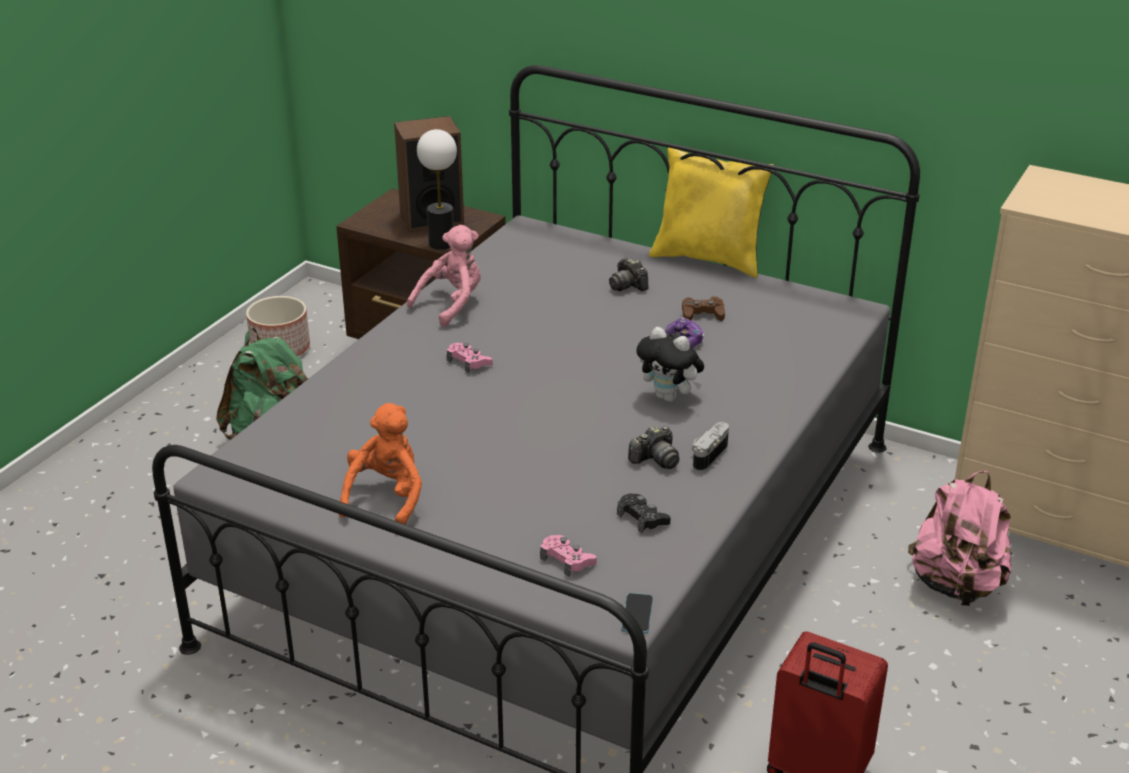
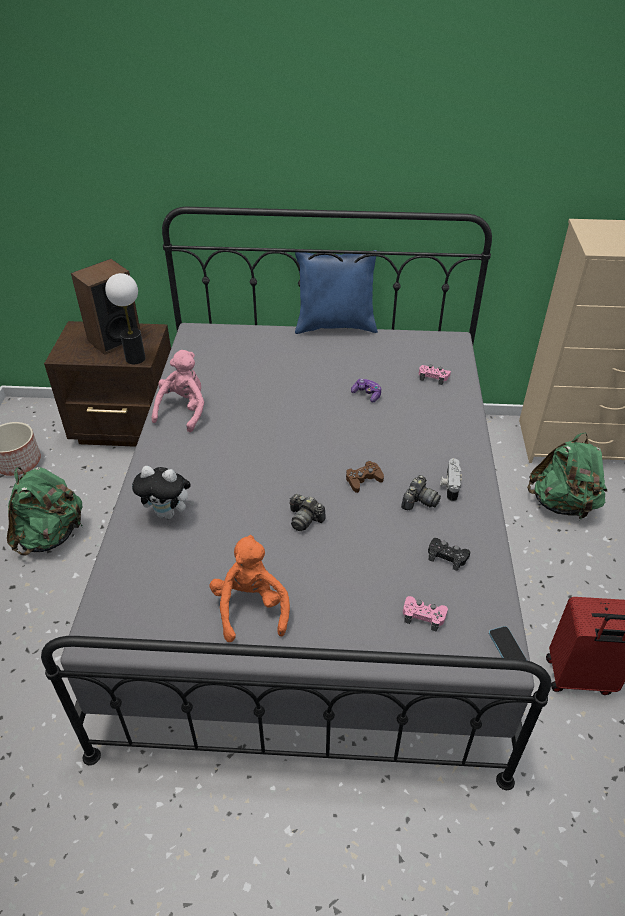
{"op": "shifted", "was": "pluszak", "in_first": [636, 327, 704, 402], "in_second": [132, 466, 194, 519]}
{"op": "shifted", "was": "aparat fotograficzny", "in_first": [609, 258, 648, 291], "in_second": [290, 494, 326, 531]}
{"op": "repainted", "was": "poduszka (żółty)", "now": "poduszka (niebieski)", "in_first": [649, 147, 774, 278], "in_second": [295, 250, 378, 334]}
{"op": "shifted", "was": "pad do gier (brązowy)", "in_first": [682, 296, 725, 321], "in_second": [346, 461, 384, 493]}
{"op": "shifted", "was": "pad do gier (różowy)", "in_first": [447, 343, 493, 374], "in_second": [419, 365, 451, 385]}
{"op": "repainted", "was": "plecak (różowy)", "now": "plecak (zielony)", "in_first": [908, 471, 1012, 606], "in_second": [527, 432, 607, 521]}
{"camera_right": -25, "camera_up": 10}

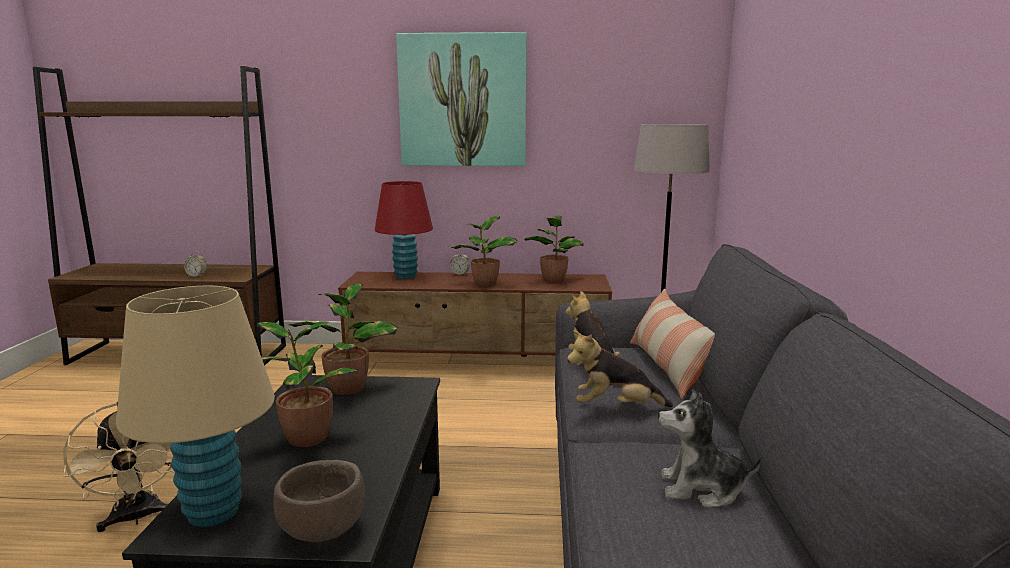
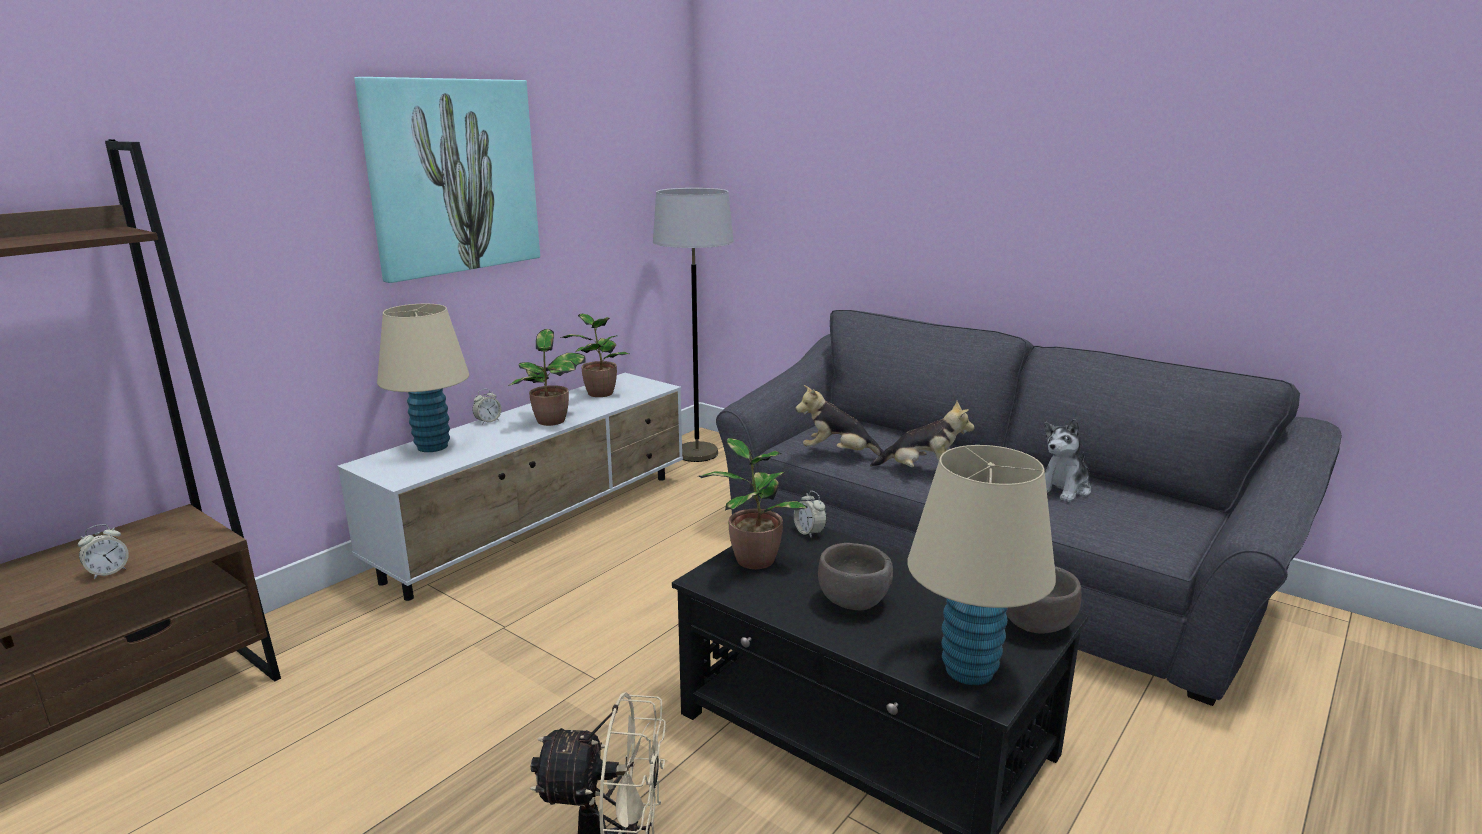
{"op": "repainted", "was": "szafka pod telewizor (brązowy)", "now": "szafka pod telewizor (biały)", "in_first": [338, 272, 612, 357], "in_second": [337, 373, 683, 601]}
{"op": "repainted", "was": "lampa stołowa (czerwony)", "now": "lampa stołowa (beżowy)", "in_first": [375, 181, 433, 279], "in_second": [377, 304, 469, 452]}
{"op": "new", "now": "budzik", "in_second": [794, 491, 827, 539]}
{"op": "swapped", "was": "roślina doniczkowa", "now": "miska (brązowy)", "in_first": [257, 321, 359, 447], "in_second": [818, 543, 893, 610]}
{"op": "rotated", "was": "pluszak", "in_first": [567, 330, 673, 407], "in_second": [870, 401, 974, 467], "clockwise": -105}
{"op": "gone", "was": "poduszka", "in_first": [630, 289, 715, 399]}
{"camera_right": -55, "camera_up": 5}

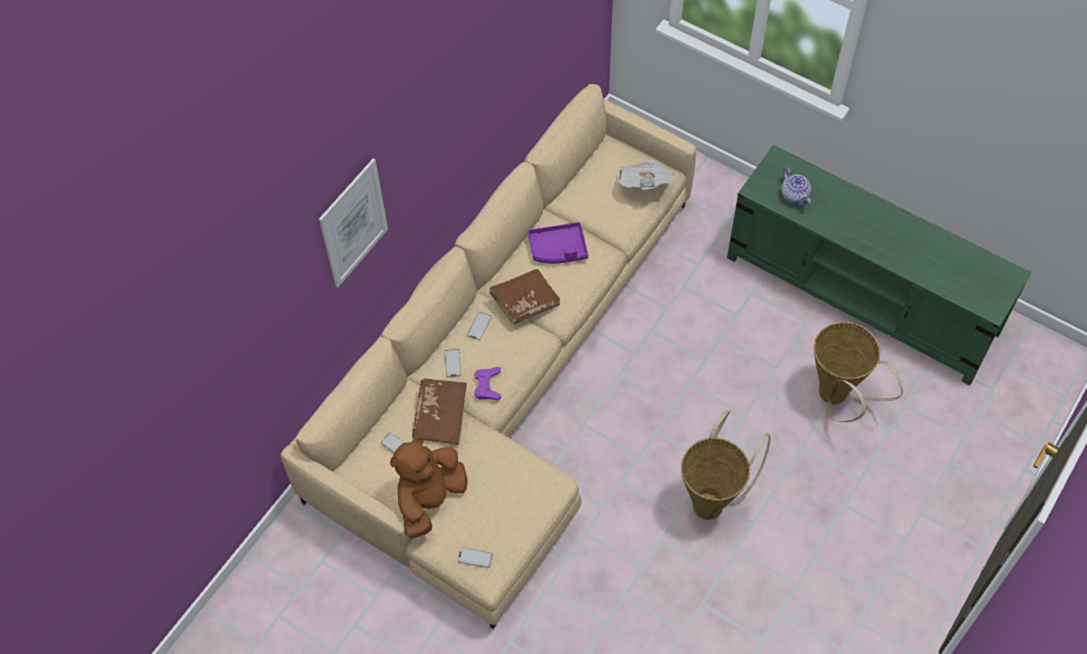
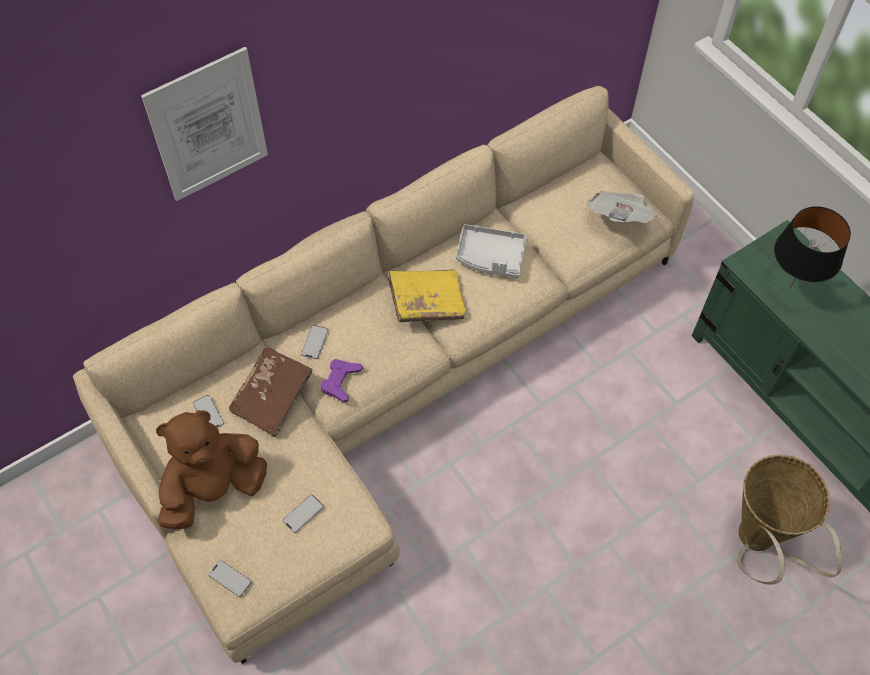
{"op": "shifted", "was": "telefon", "in_first": [467, 312, 492, 340], "in_second": [283, 494, 324, 533]}
{"op": "repainted", "was": "książka (brązowy)", "now": "książka (żółty)", "in_first": [489, 269, 560, 324], "in_second": [388, 270, 466, 322]}
{"op": "repainted", "was": "taca (fioletowy)", "now": "taca (szary)", "in_first": [528, 222, 588, 264], "in_second": [456, 224, 527, 278]}
{"op": "swapped", "was": "imbryk", "now": "lampa stołowa (czarny)", "in_first": [781, 167, 811, 206], "in_second": [774, 206, 851, 288]}
{"op": "gone", "was": "koszyk", "in_first": [681, 410, 770, 520]}
{"camera_right": 20, "camera_up": 0}

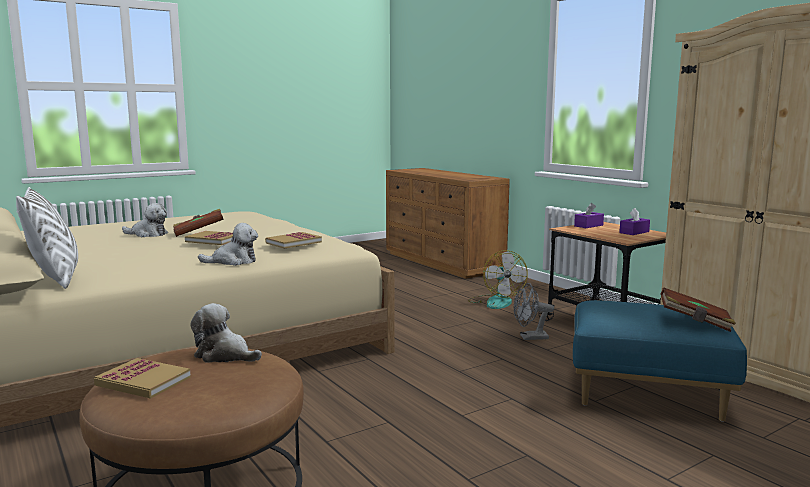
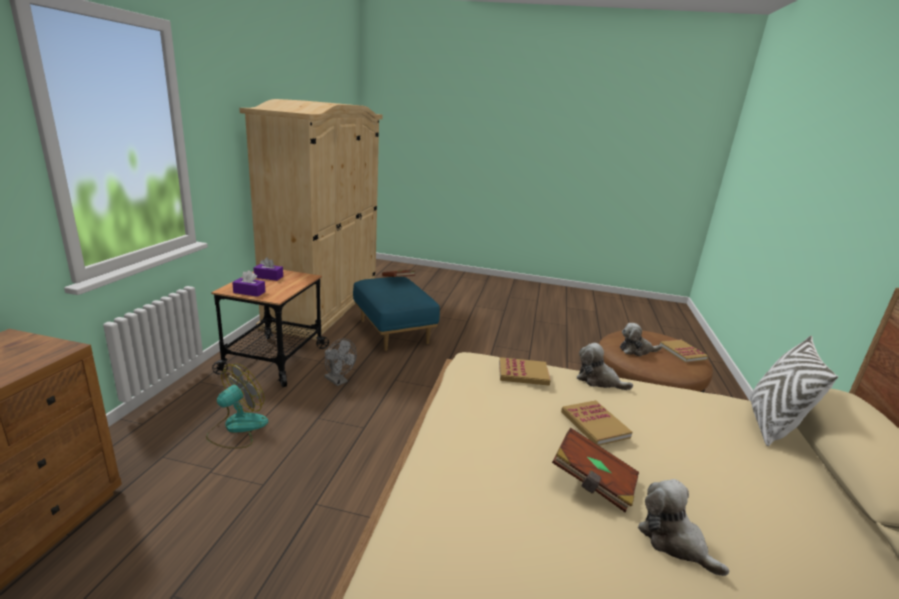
{"op": "rotated", "was": "pluszak", "in_first": [190, 303, 262, 363], "in_second": [620, 323, 662, 356], "clockwise": 105}
{"camera_right": -135, "camera_up": 10}

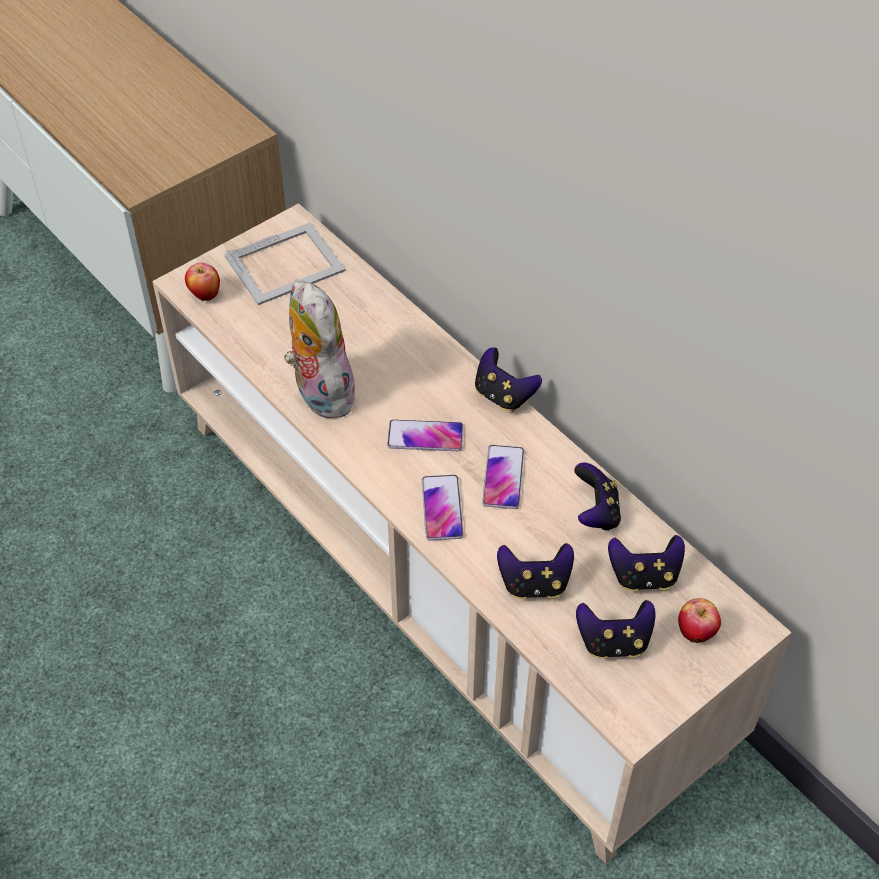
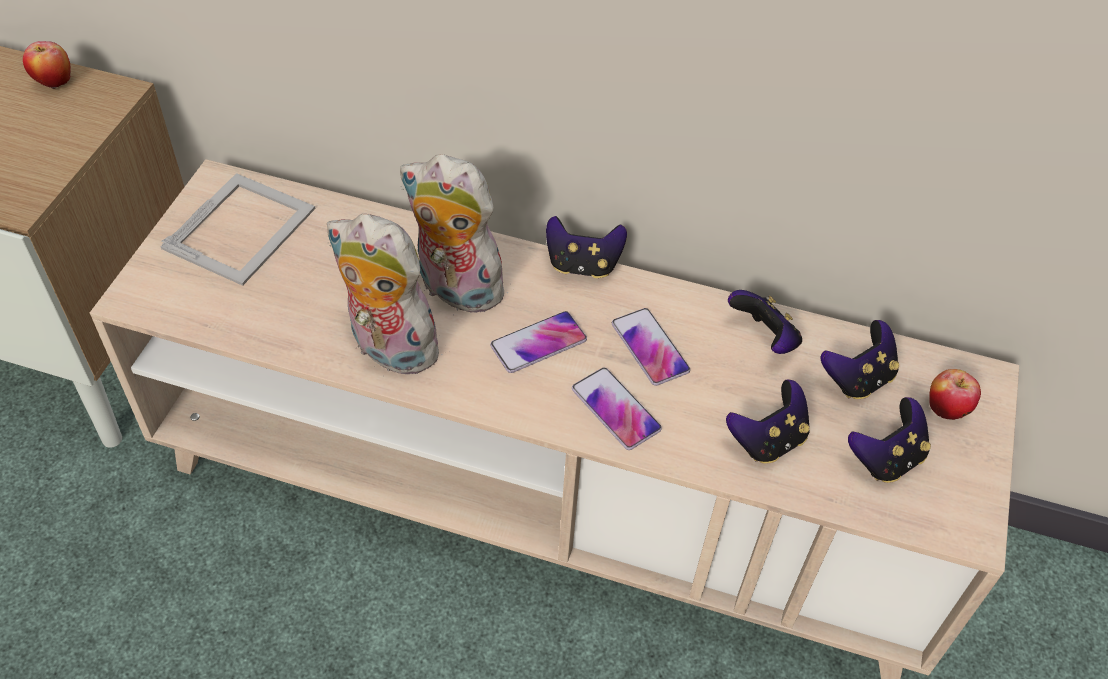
{"op": "shifted", "was": "jabłko", "in_first": [185, 262, 220, 301], "in_second": [23, 41, 70, 89]}
{"op": "new", "now": "pluszak", "in_second": [400, 154, 511, 315]}
{"camera_right": -35, "camera_up": 0}

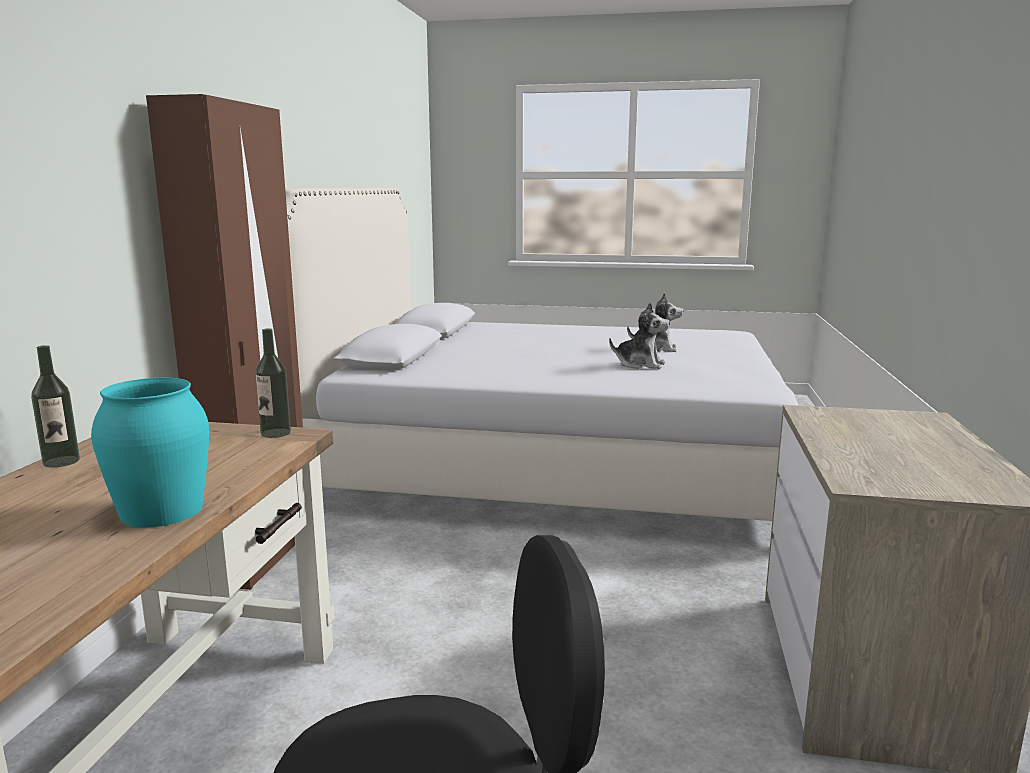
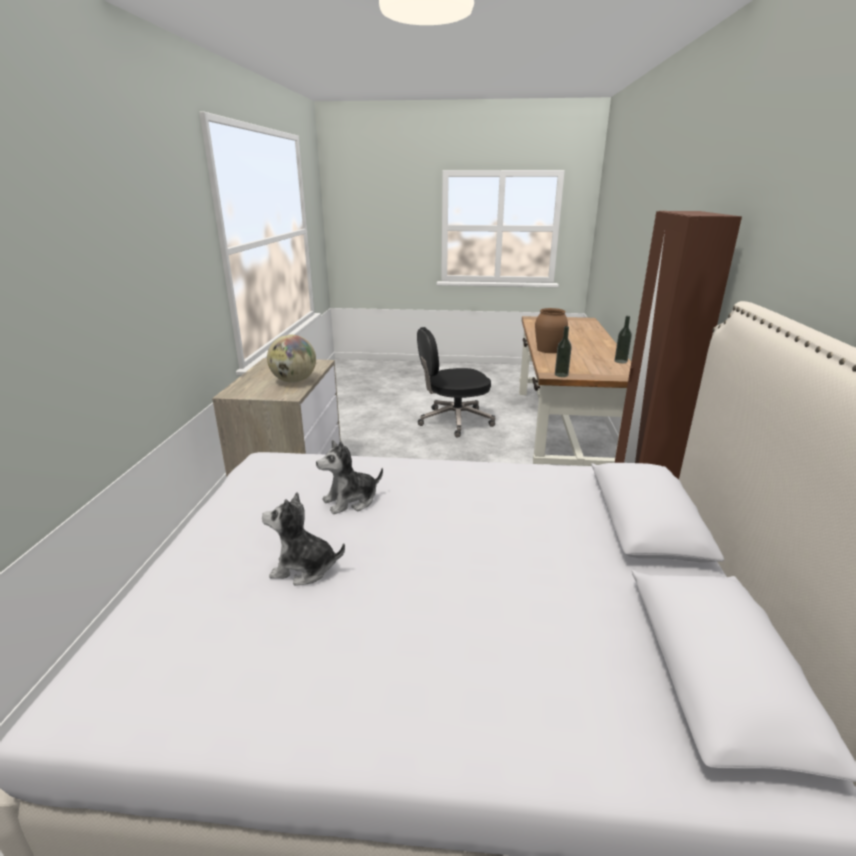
{"op": "new", "now": "globus", "in_second": [267, 335, 316, 383]}
{"op": "rotated", "was": "pluszak", "in_first": [609, 302, 670, 369], "in_second": [316, 440, 383, 514], "clockwise": -45}
{"op": "repainted", "was": "wazon (turkusowy)", "now": "wazon (brązowy)", "in_first": [91, 378, 209, 528], "in_second": [535, 308, 568, 353]}
{"camera_right": 175, "camera_up": 10}

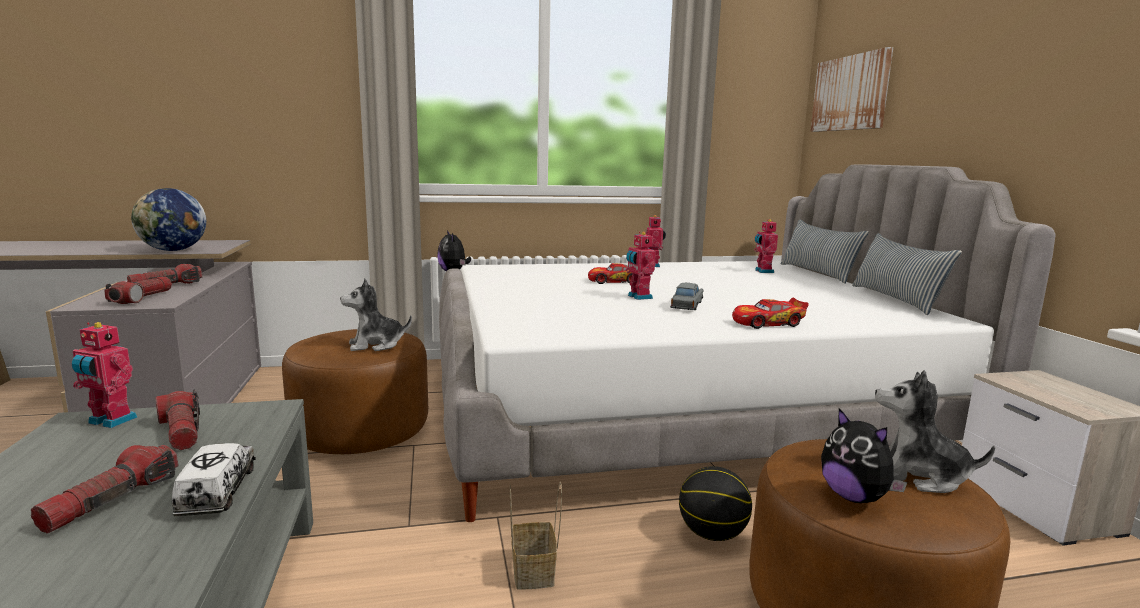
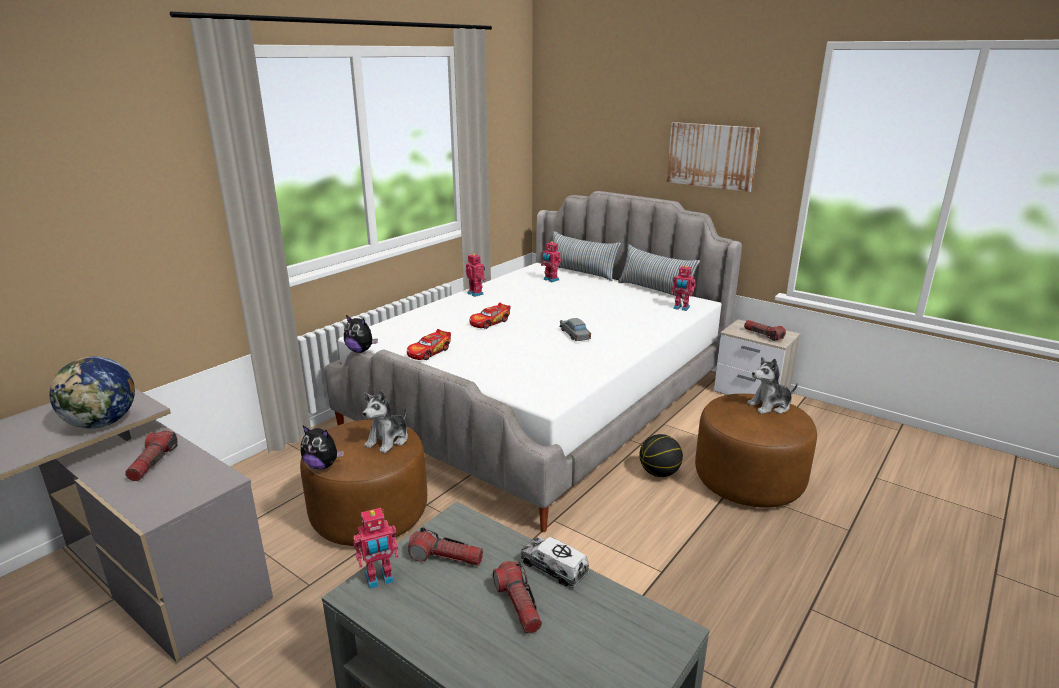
{"op": "shifted", "was": "pluszak", "in_first": [821, 409, 908, 503], "in_second": [301, 426, 344, 470]}
{"op": "shifted", "was": "samochodzik", "in_first": [732, 297, 809, 329], "in_second": [407, 329, 451, 360]}
{"op": "shifted", "was": "obraz", "in_first": [810, 47, 893, 132], "in_second": [667, 122, 760, 192]}
{"op": "shifted", "was": "robot zabawkowy", "in_first": [625, 232, 656, 300], "in_second": [671, 265, 696, 311]}
{"op": "shifted", "was": "latarka", "in_first": [104, 276, 172, 304], "in_second": [744, 320, 786, 341]}
{"op": "gone", "was": "koszyk", "in_first": [510, 482, 562, 590]}
{"camera_right": -40, "camera_up": 10}

